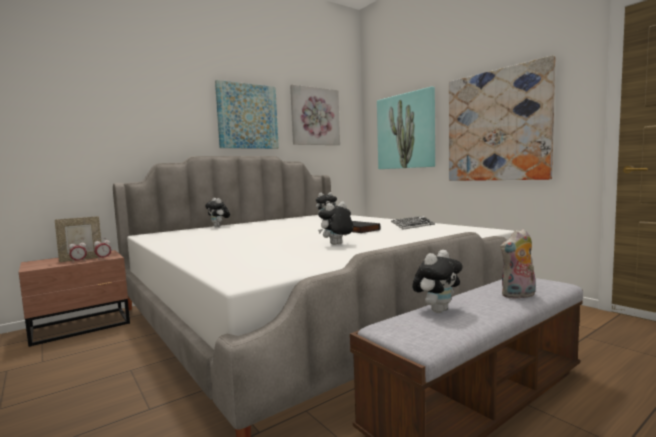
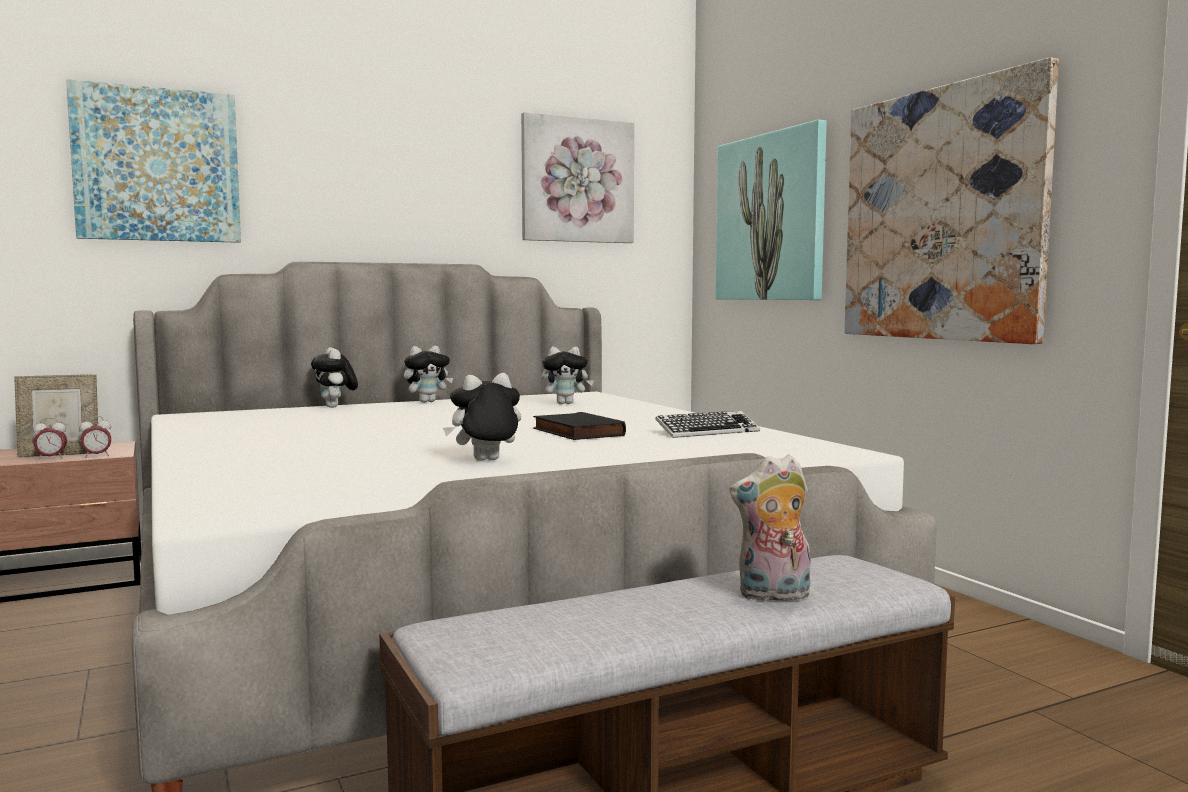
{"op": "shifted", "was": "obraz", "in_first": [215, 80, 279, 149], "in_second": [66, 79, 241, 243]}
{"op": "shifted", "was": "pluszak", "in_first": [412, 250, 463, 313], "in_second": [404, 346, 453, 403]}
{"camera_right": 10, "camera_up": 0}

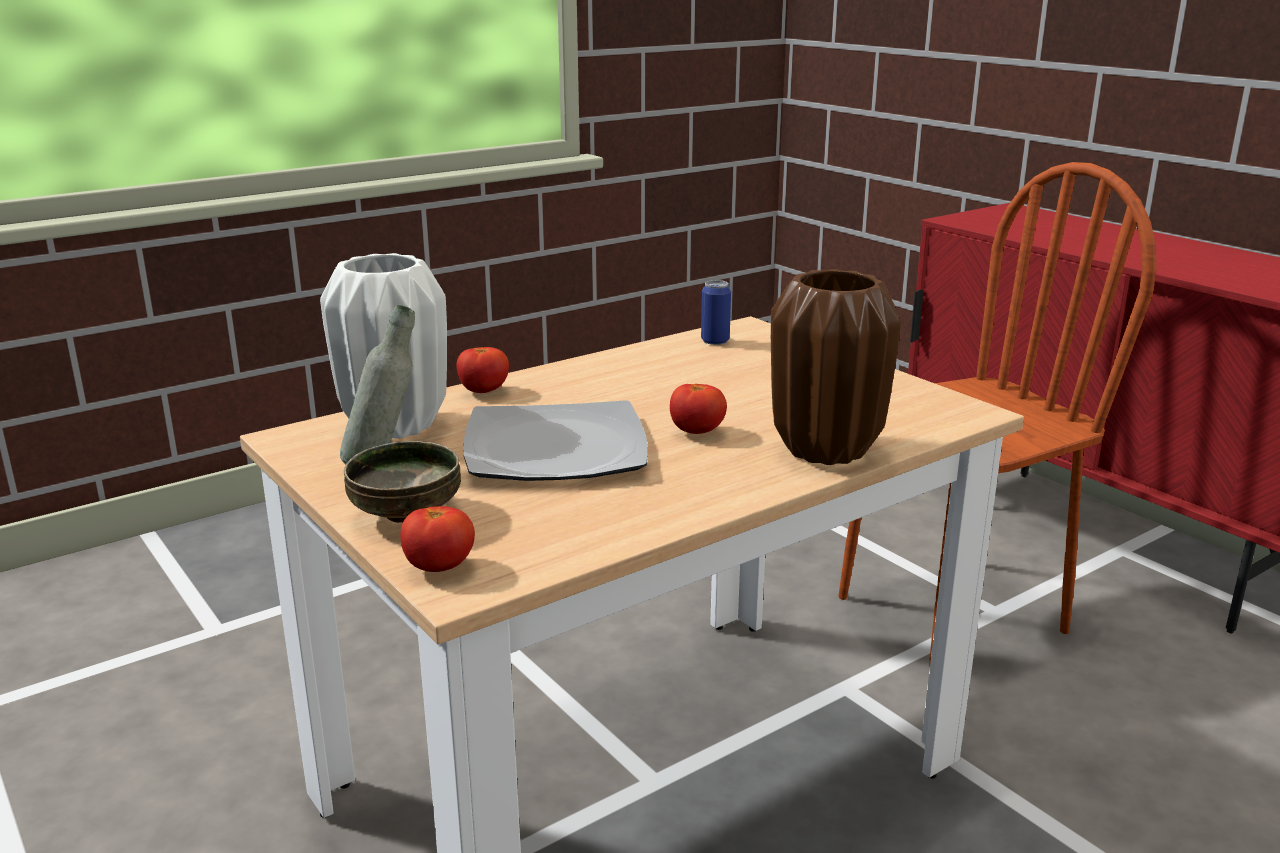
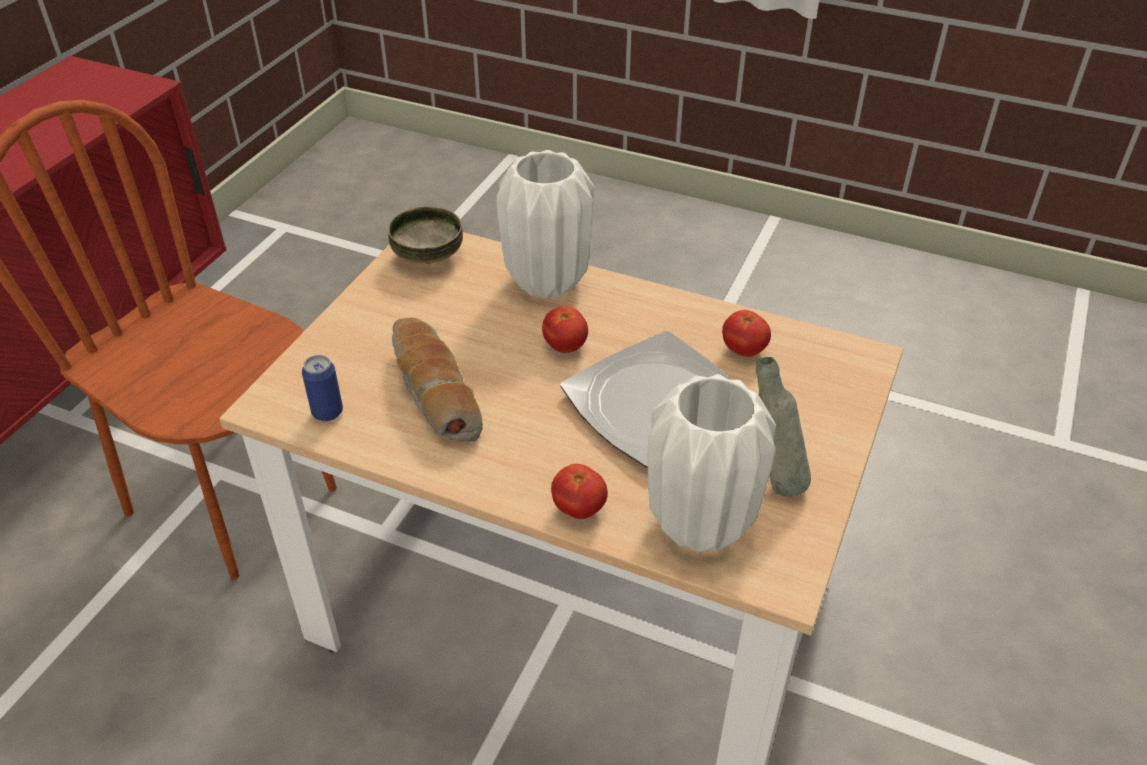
{"op": "shifted", "was": "miska", "in_first": [344, 441, 461, 523], "in_second": [388, 206, 463, 264]}
{"op": "new", "now": "chleb", "in_second": [392, 318, 483, 442]}
{"op": "repainted", "was": "wazon (brązowy)", "now": "wazon (biały)", "in_first": [771, 269, 901, 465], "in_second": [496, 150, 594, 299]}
{"op": "shifted", "was": "pomidor", "in_first": [401, 506, 475, 572], "in_second": [722, 310, 771, 357]}
{"camera_right": -120, "camera_up": 20}

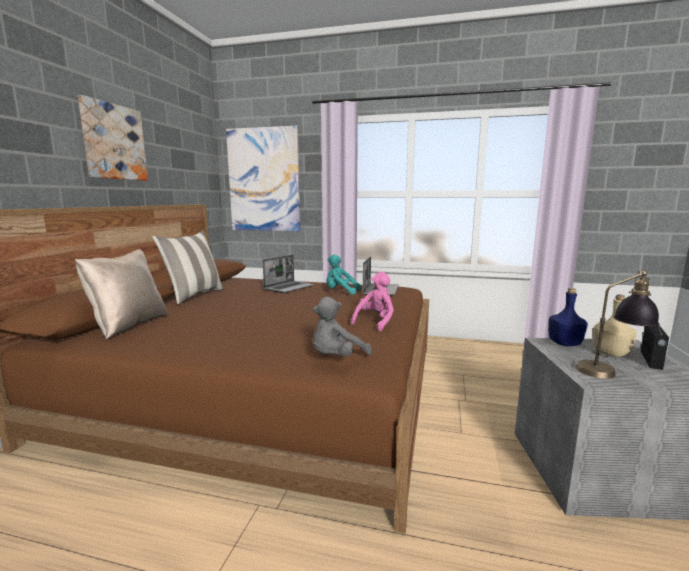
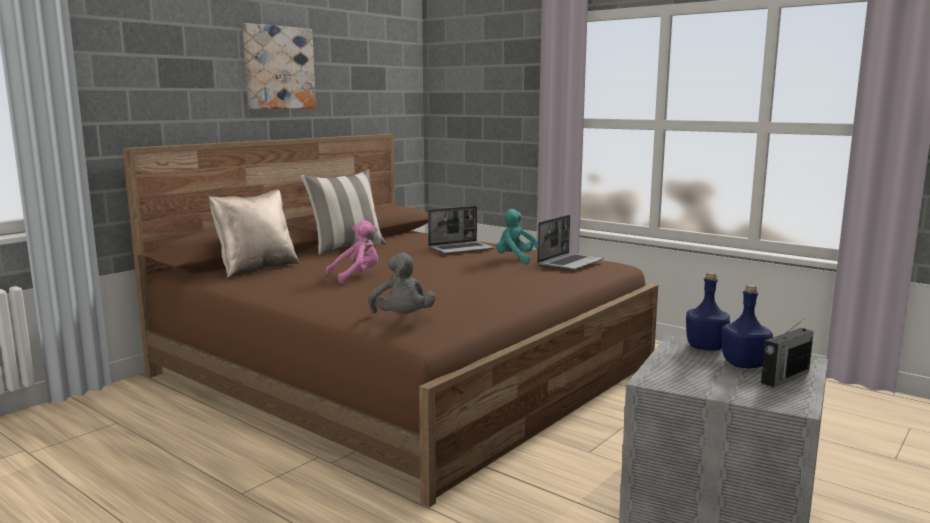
{"op": "shifted", "was": "pluszak (różowy)", "in_first": [351, 272, 394, 332], "in_second": [325, 220, 378, 284]}
{"op": "rotated", "was": "pluszak (szary)", "in_first": [313, 297, 372, 357], "in_second": [368, 253, 436, 314], "clockwise": -90}
{"op": "repainted", "was": "butelka (beżowy)", "now": "butelka (niebieski)", "in_first": [593, 294, 637, 357], "in_second": [721, 285, 773, 368]}
{"op": "gone", "was": "obraz", "in_first": [226, 126, 300, 231]}
{"op": "gone", "was": "lampa stołowa", "in_first": [575, 270, 659, 379]}
{"camera_right": 25, "camera_up": 0}

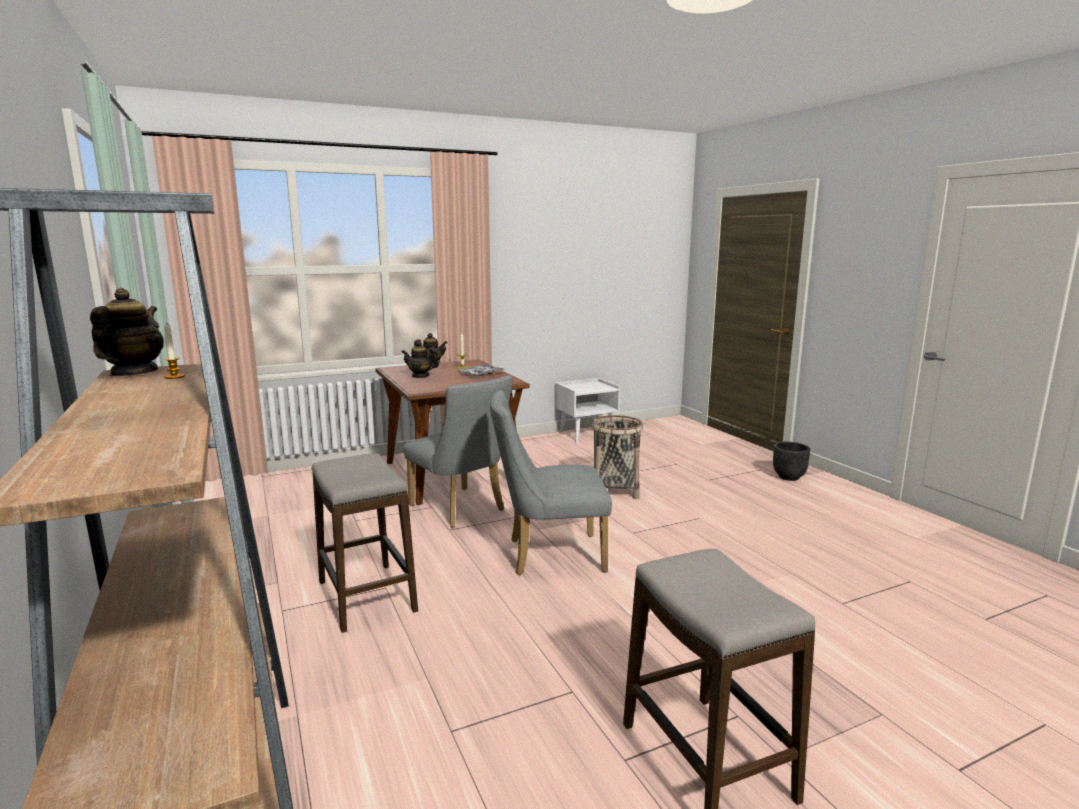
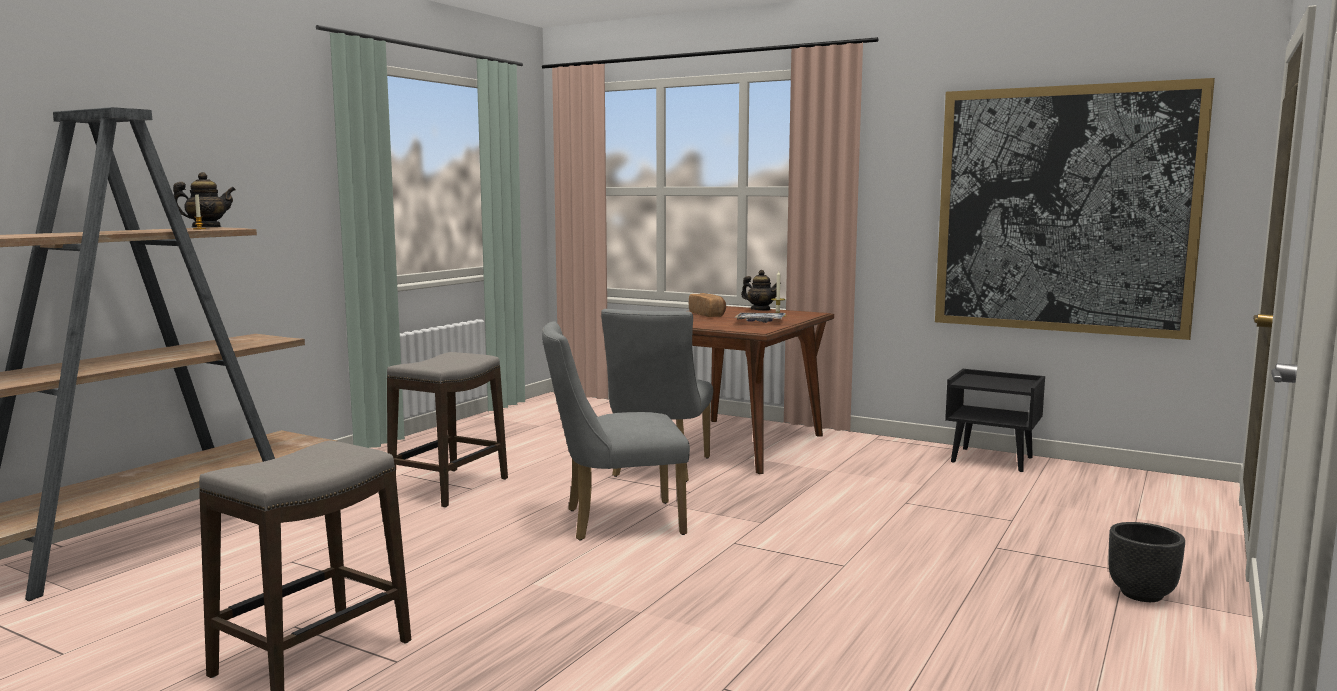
{"op": "rotated", "was": "krzesło (szary)", "in_first": [490, 390, 612, 575], "in_second": [542, 322, 690, 541], "clockwise": -60}
{"op": "swapped", "was": "imbryk", "now": "chleb", "in_first": [401, 341, 439, 378], "in_second": [689, 293, 726, 317]}
{"op": "new", "now": "obraz", "in_second": [935, 78, 1215, 340]}
{"op": "repainted", "was": "szafka nocna (biały)", "now": "szafka nocna (czarny)", "in_first": [555, 378, 620, 443], "in_second": [945, 369, 1045, 472]}
{"op": "gone", "was": "koszyk", "in_first": [592, 415, 643, 499]}
{"camera_right": 55, "camera_up": -5}

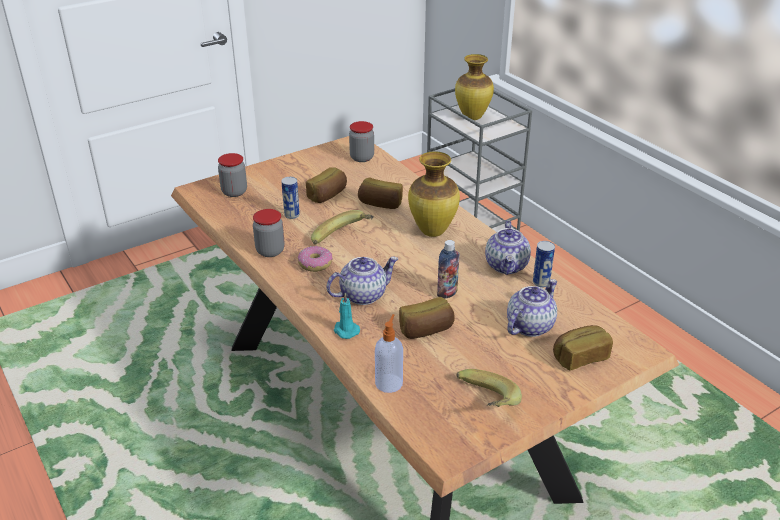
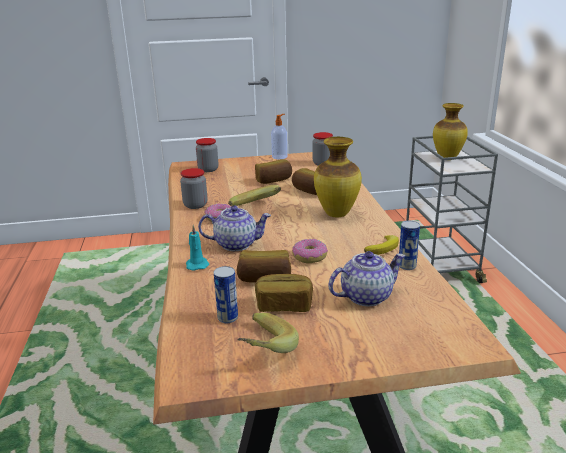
{"op": "shifted", "was": "puszka", "in_first": [281, 177, 300, 219], "in_second": [214, 266, 238, 323]}
{"op": "shifted", "was": "chleb", "in_first": [553, 325, 613, 371], "in_second": [255, 274, 313, 312]}
{"op": "shifted", "was": "dozownik mydła", "in_first": [375, 314, 403, 393], "in_second": [271, 114, 287, 159]}
{"op": "swapped", "was": "butelka", "now": "donut", "in_first": [437, 240, 459, 299], "in_second": [292, 239, 328, 263]}
{"op": "swapped", "was": "imbryk", "now": "banan", "in_first": [485, 220, 531, 275], "in_second": [364, 235, 399, 255]}
{"camera_right": 25, "camera_up": -10}

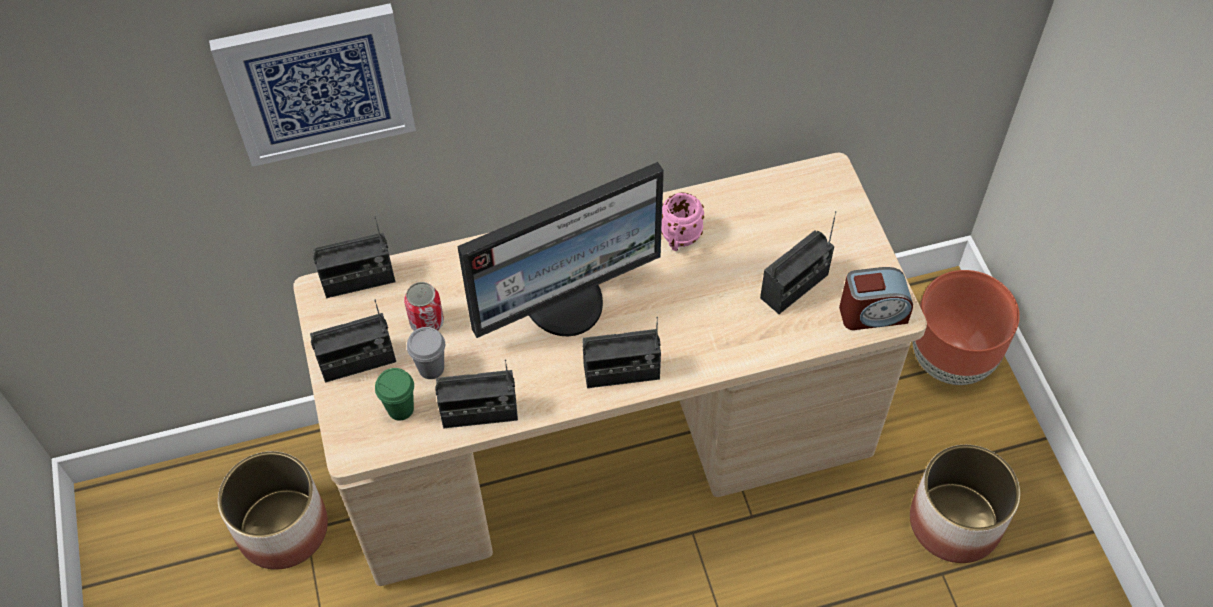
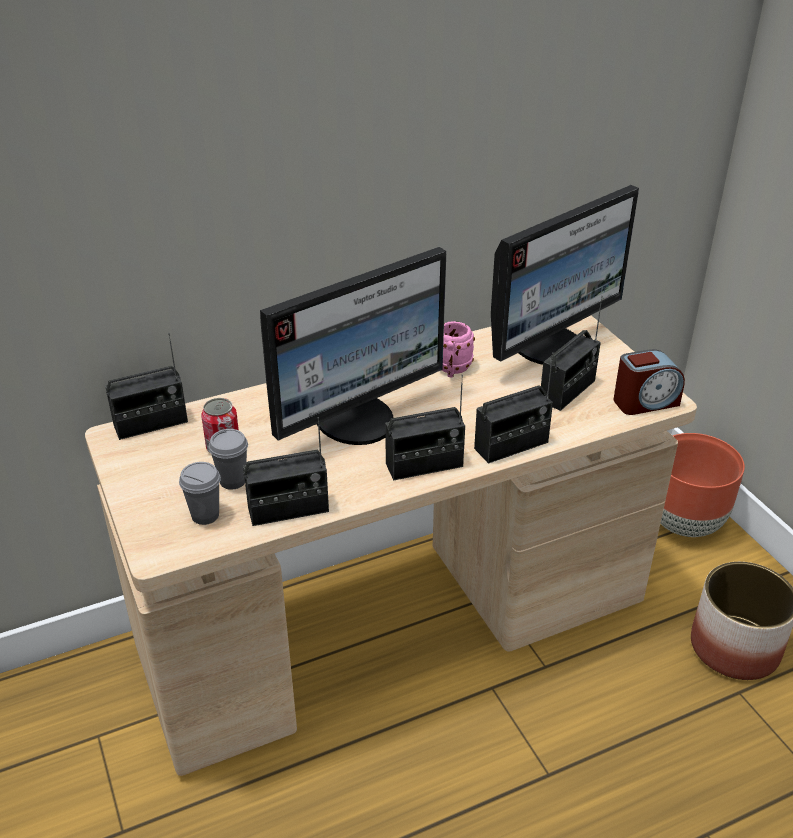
{"op": "repainted", "was": "filiżanka (zielony)", "now": "filiżanka (szary)", "in_first": [375, 368, 414, 421], "in_second": [179, 462, 221, 525]}
{"op": "shifted", "was": "radio", "in_first": [310, 300, 396, 383], "in_second": [474, 352, 553, 464]}
{"op": "new", "now": "monitor", "in_second": [491, 185, 639, 365]}
{"op": "gone", "was": "obraz", "in_first": [209, 3, 416, 167]}
{"op": "gone", "was": "donica", "in_first": [218, 451, 328, 570]}
{"camera_right": -10, "camera_up": -20}

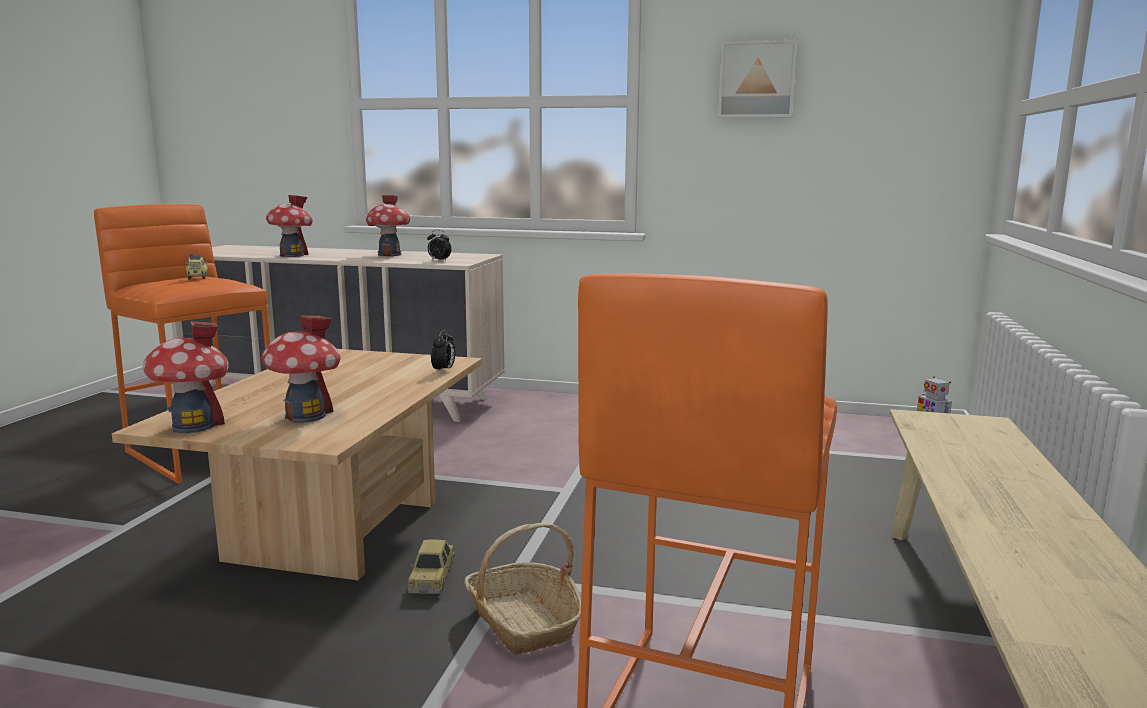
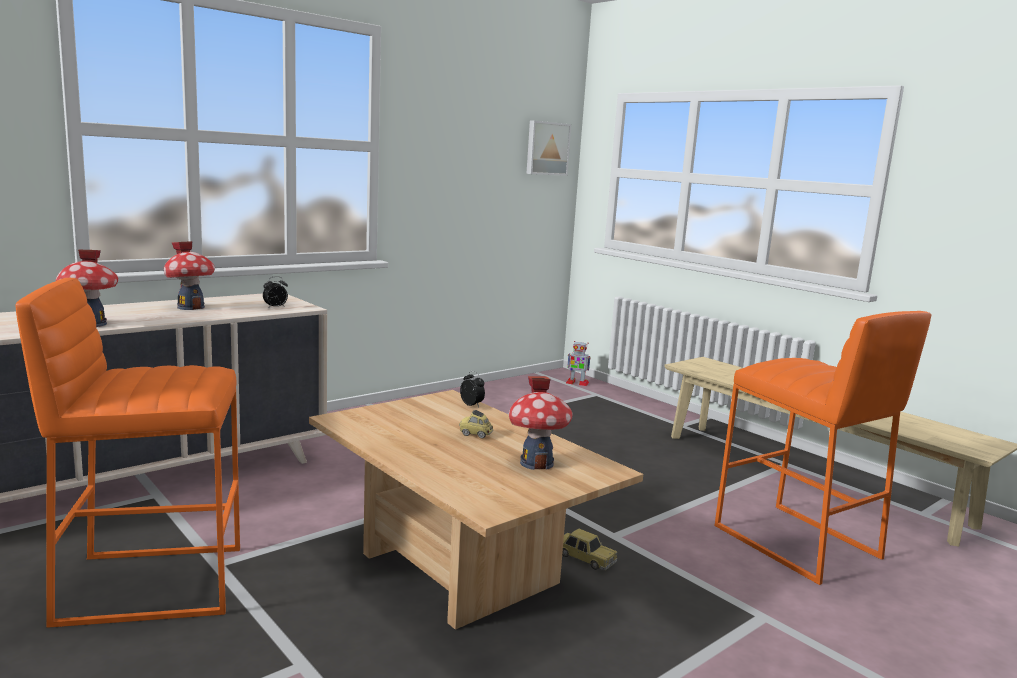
{"op": "shifted", "was": "samochodzik", "in_first": [185, 254, 208, 280], "in_second": [459, 410, 493, 439]}
{"op": "shifted", "was": "obraz", "in_first": [718, 40, 797, 118], "in_second": [526, 120, 571, 176]}
{"op": "gone", "was": "domek", "in_first": [142, 321, 229, 433]}
{"op": "gone", "was": "koszyk", "in_first": [464, 523, 581, 654]}
{"camera_right": -55, "camera_up": 0}

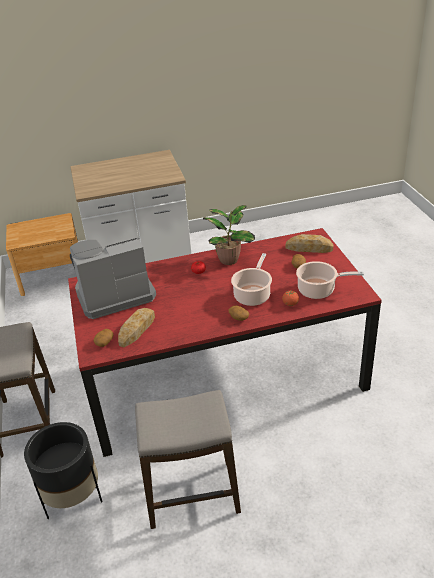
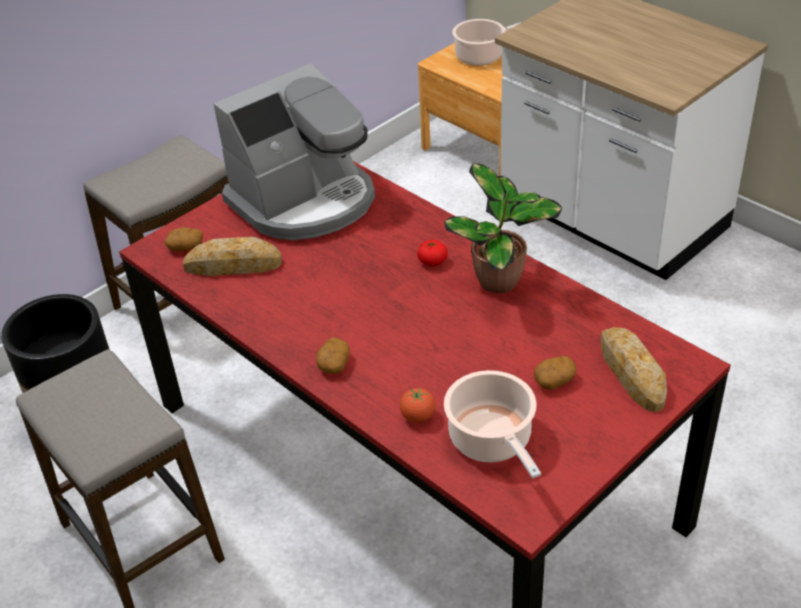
{"op": "rotated", "was": "ekspres do kawy", "in_first": [70, 238, 156, 319], "in_second": [213, 63, 375, 240], "clockwise": 105}
{"op": "shifted", "was": "garnek", "in_first": [231, 253, 272, 306], "in_second": [452, 19, 522, 66]}
{"camera_right": 60, "camera_up": 5}

